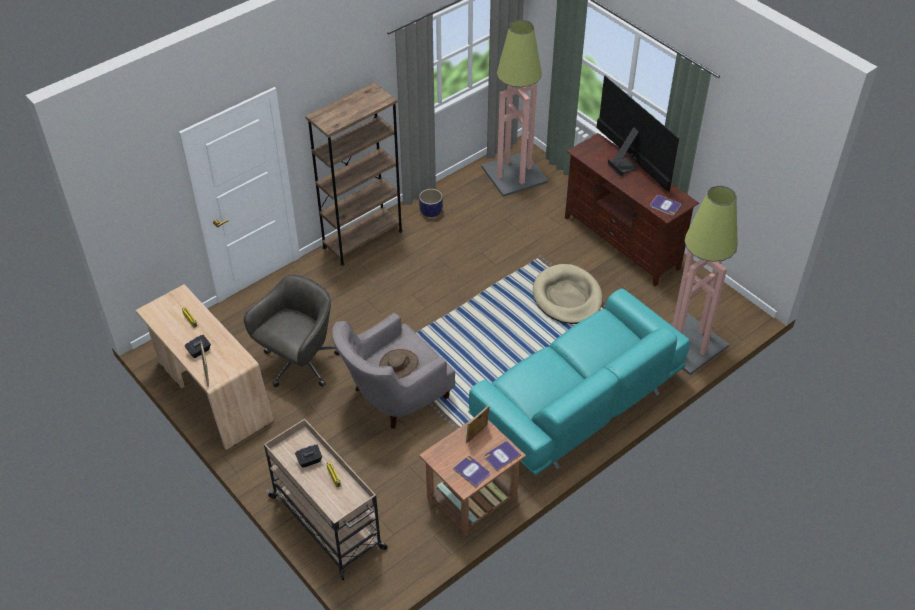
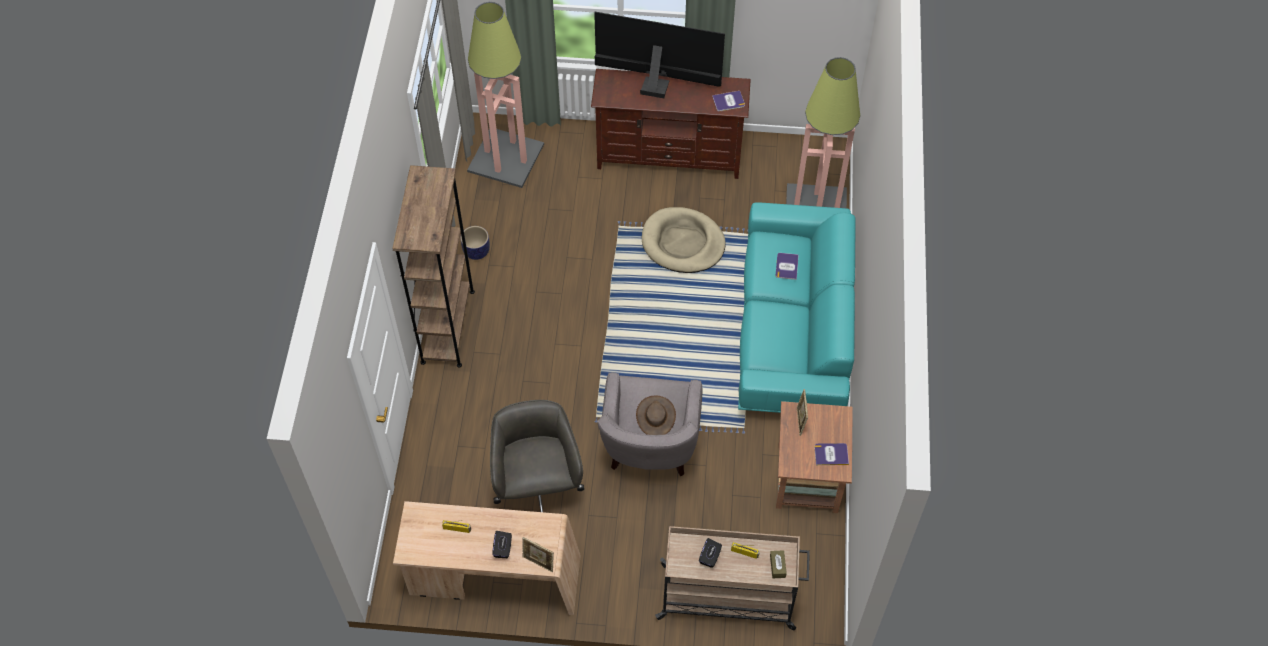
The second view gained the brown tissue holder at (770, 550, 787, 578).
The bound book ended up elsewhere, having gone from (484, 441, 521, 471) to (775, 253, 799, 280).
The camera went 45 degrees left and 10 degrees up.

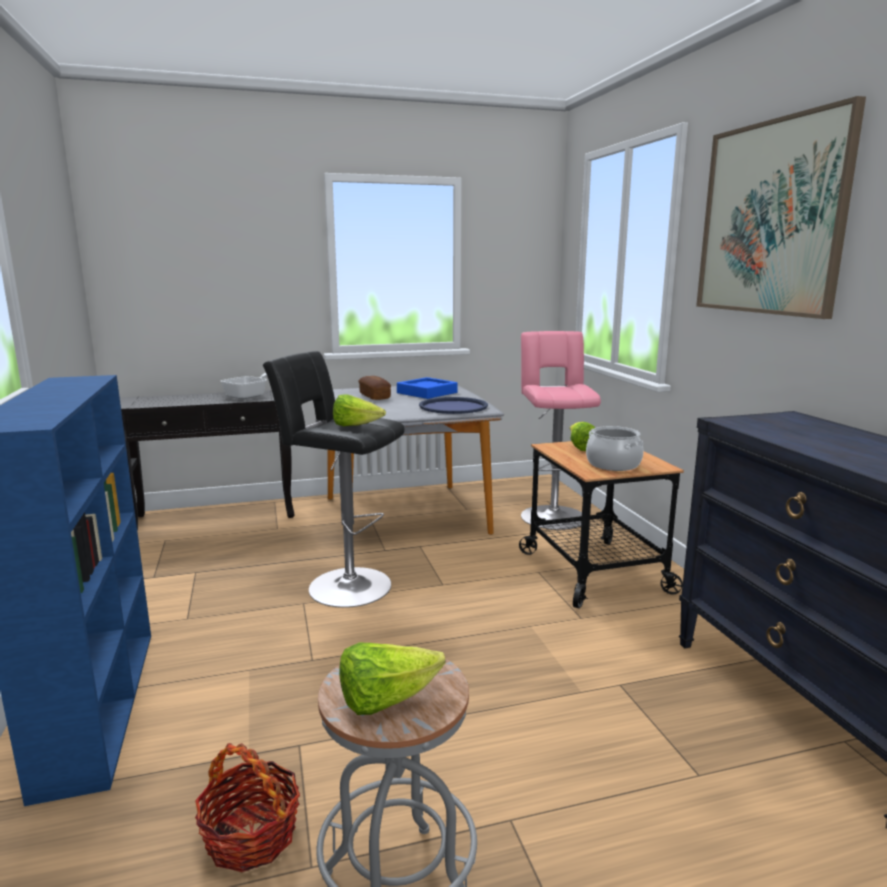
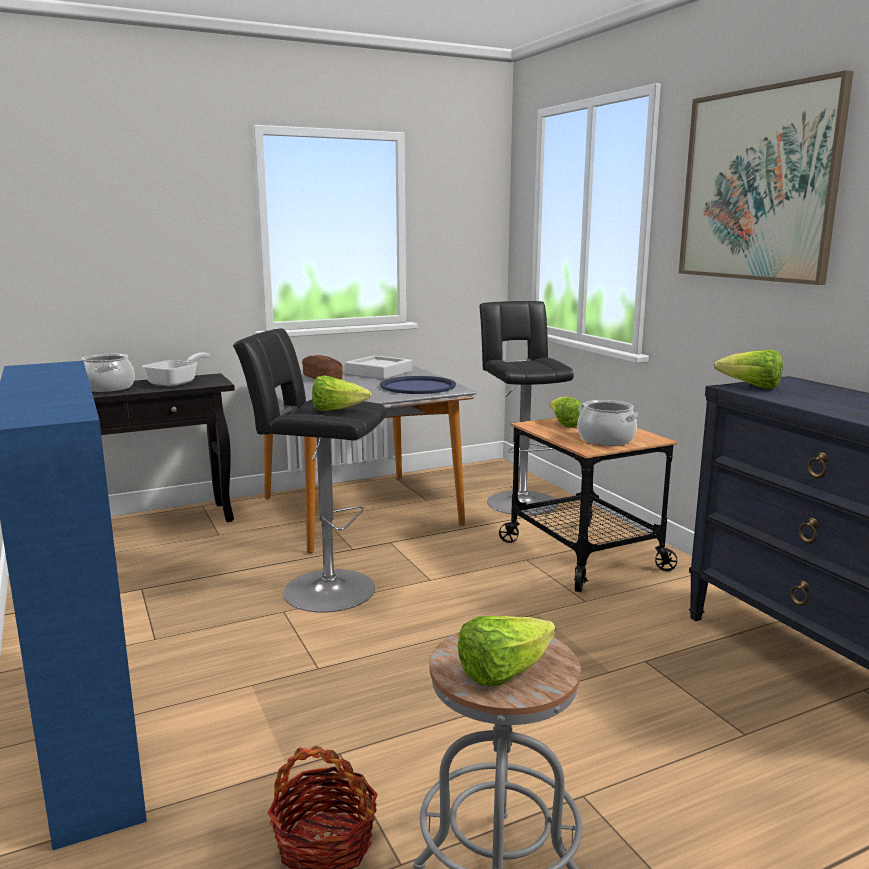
The second view gained the saucepot at (81, 354, 135, 392).
What was the blue carrying tray at (397, 377, 458, 399) turned into the greyish carrying tray at (345, 355, 412, 379).
What was the pink-coloured sitting stool at (521, 331, 601, 530) turned into the black sitting stool at (480, 301, 574, 515).
The second view gained the lettuce at (714, 349, 783, 389).
The camera went 10 degrees left and 0 degrees up.

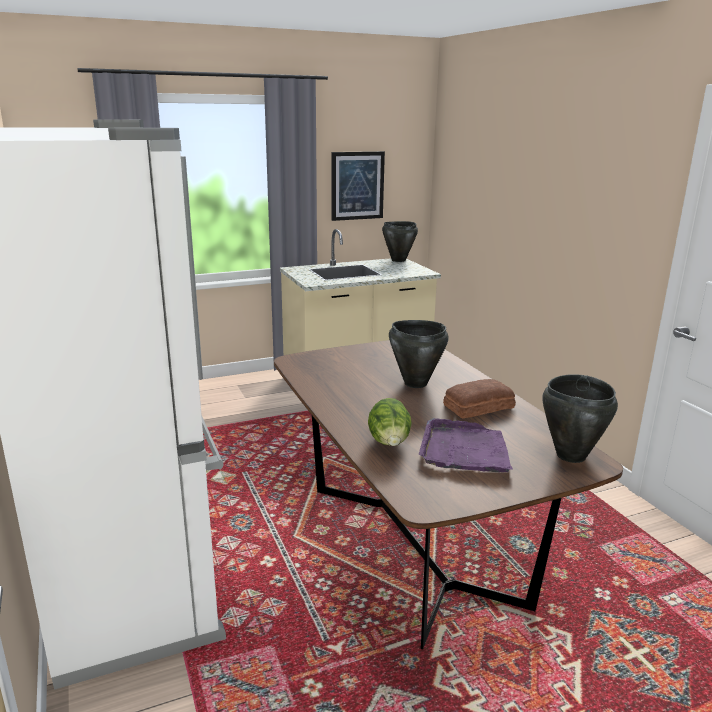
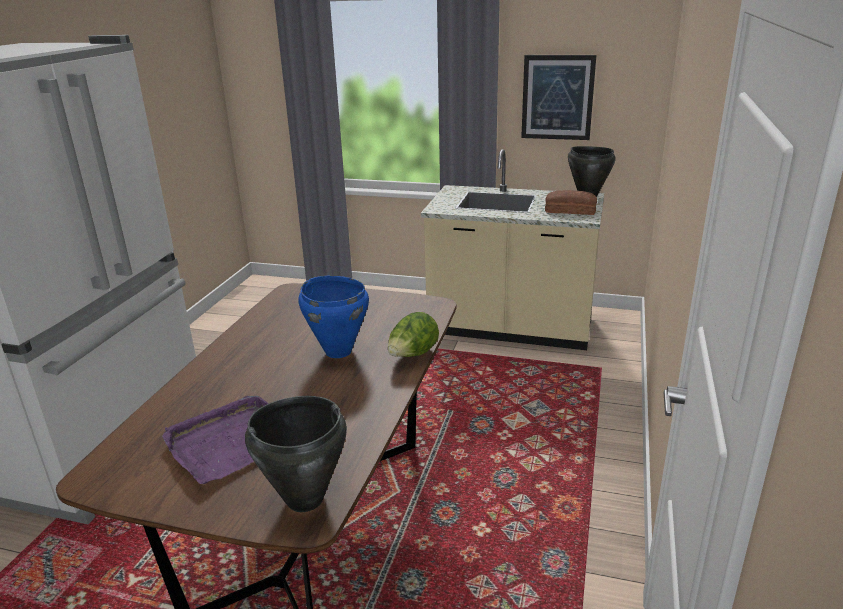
What was the black saucepot at (389, 320, 449, 388) turned into the blue saucepot at (298, 276, 369, 358).
The lettuce ended up elsewhere, having gone from (368, 398, 412, 446) to (388, 312, 439, 357).
The bread ended up elsewhere, having gone from (443, 379, 516, 418) to (545, 190, 597, 215).
The camera went 40 degrees right and 5 degrees up.

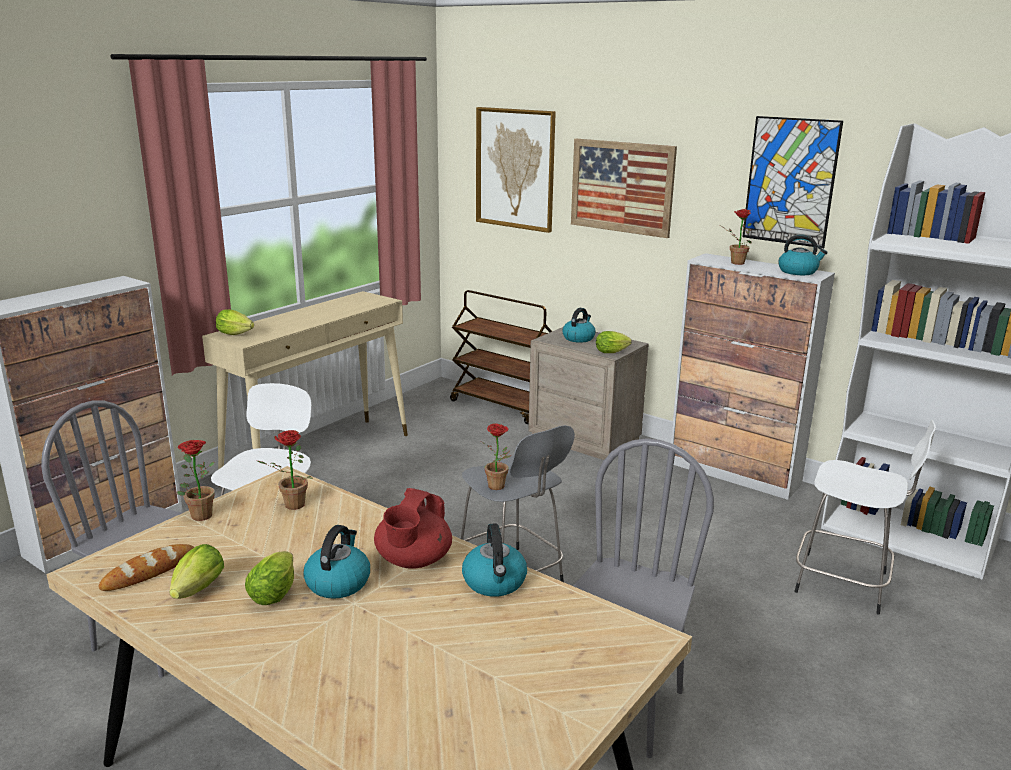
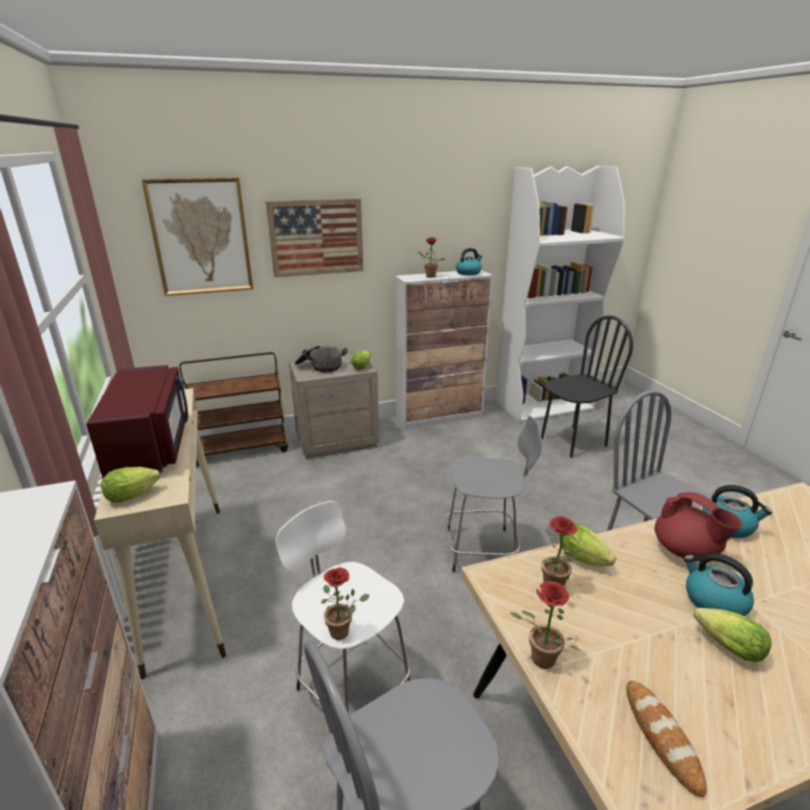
The second view gained the red-coloured microwave at (86, 365, 188, 478).
Where the kettle stood at (562, 308, 596, 343), the saucepot came to stand at (295, 346, 348, 372).
The houseplant ended up elsewhere, having gone from (482, 423, 511, 490) to (321, 567, 370, 640).
Where the white-coloured sitting stool stood at (794, 420, 936, 615), the black plain chair came to stand at (541, 315, 633, 458).
The lettuce ended up elsewhere, having gone from (169, 544, 224, 599) to (562, 524, 616, 566).
The second view lost the wall picture at (742, 116, 843, 248).
The camera went 55 degrees left and 5 degrees up.

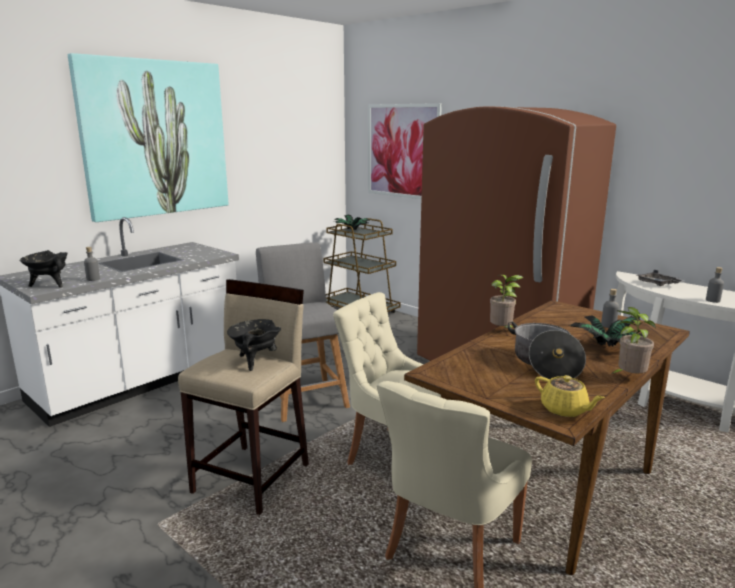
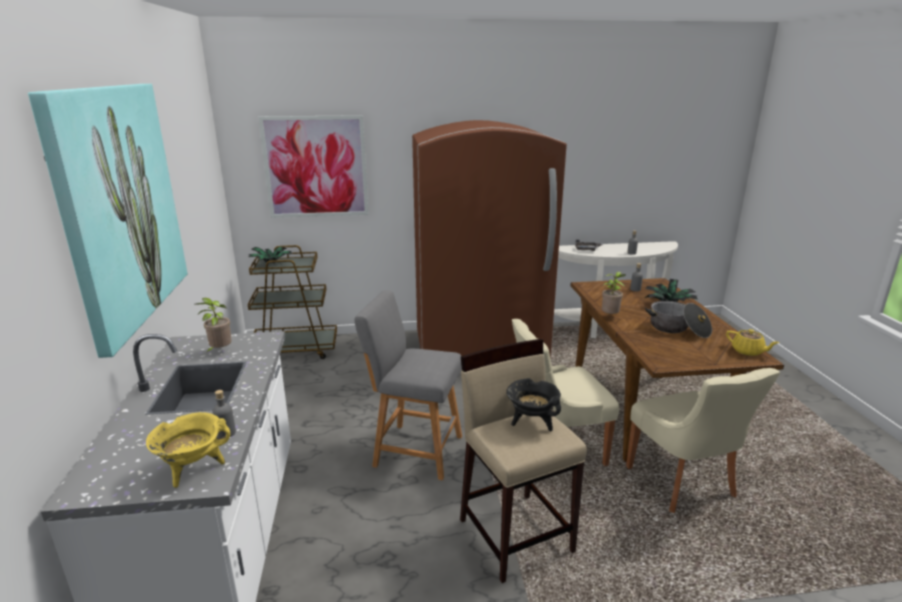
What was the black saucepot at (19, 250, 68, 287) turned into the yellow-coloured saucepot at (146, 412, 230, 488).
The houseplant ended up elsewhere, having gone from (611, 307, 656, 374) to (196, 298, 232, 354).
The yellow-coloured teapot at (535, 375, 605, 417) ended up facing another way, 45 degrees clockwise from before.
The camera went 50 degrees left and 5 degrees up.

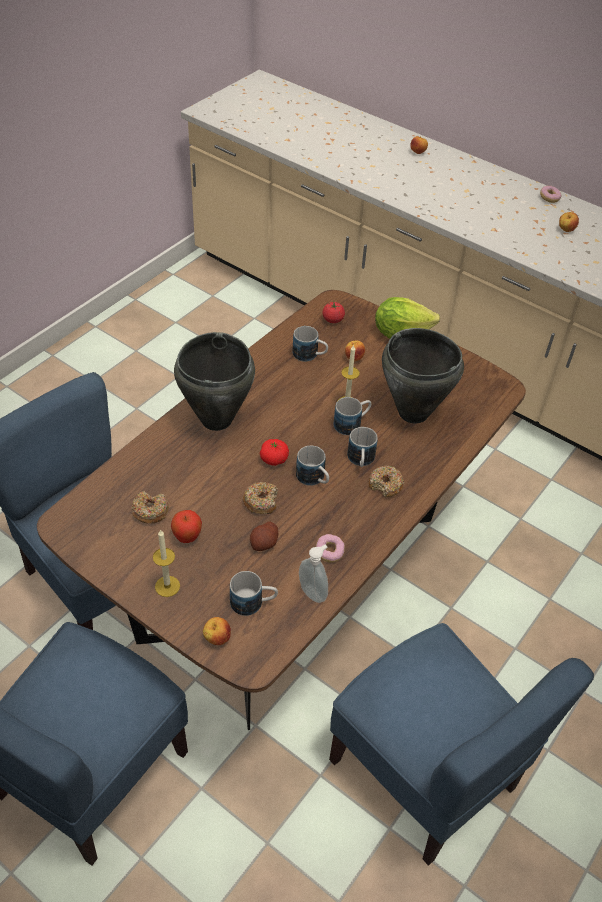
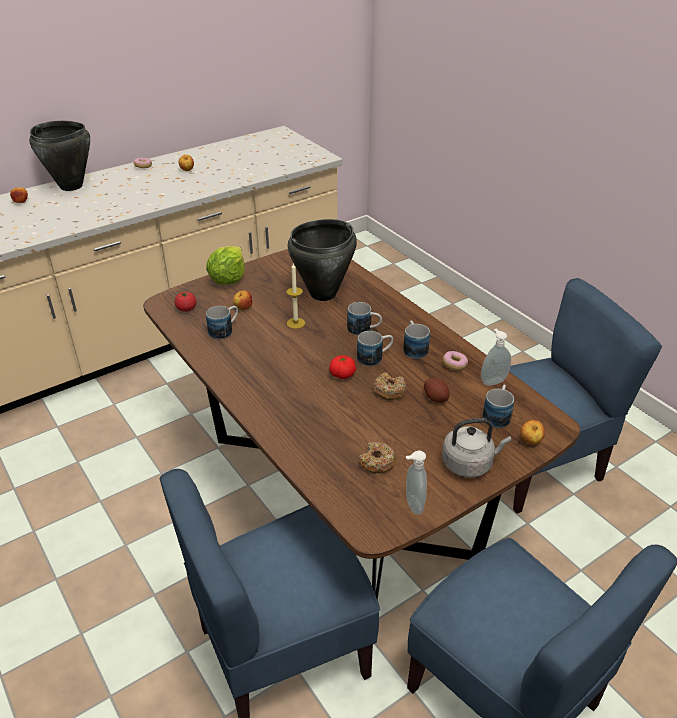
The black saucepot ended up elsewhere, having gone from (174, 332, 255, 431) to (29, 121, 90, 191).
The mug ended up elsewhere, having gone from (334, 397, 371, 435) to (403, 320, 430, 359).
The second view gained the soap bottle at (406, 451, 427, 515).
Where the wax candle stood at (153, 530, 180, 597), the greyish kettle came to stand at (442, 418, 511, 477).
The second view lost the apple fruit at (171, 510, 202, 543).
The second view lost the ring doughnut at (368, 465, 404, 497).
The camera went 70 degrees left and 10 degrees down.

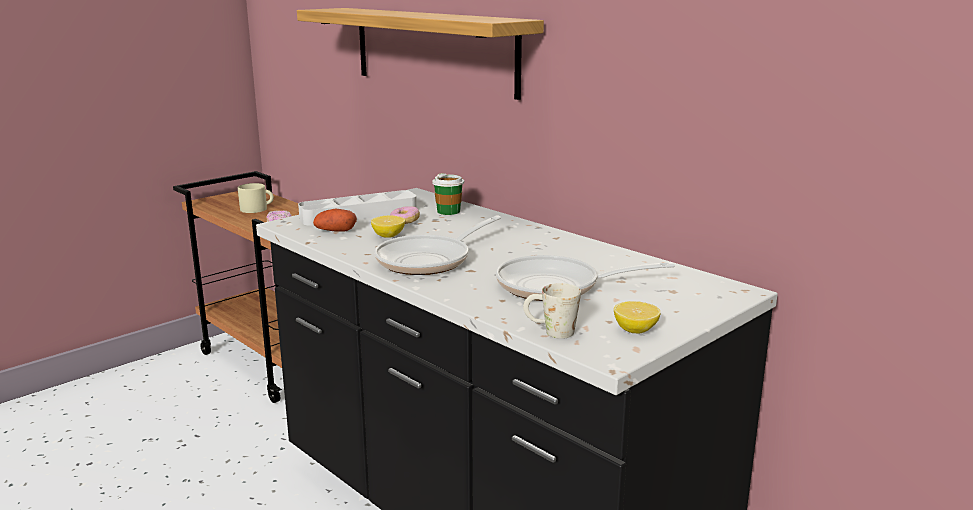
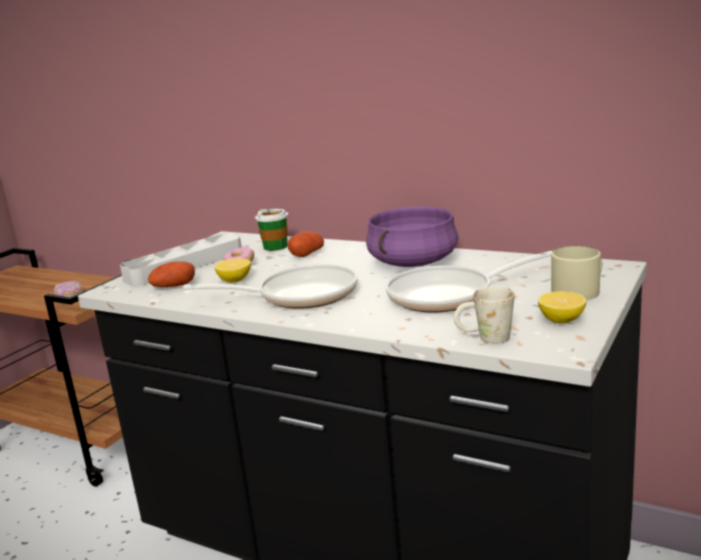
The pan at (374, 215, 501, 275) ended up facing another way, 120 degrees counterclockwise from before.
The second view gained the potato at (287, 231, 324, 257).
The second view gained the purple saucepot at (366, 206, 459, 267).
The beige-coloured mug ended up elsewhere, having gone from (238, 183, 274, 213) to (551, 246, 603, 301).
The second view lost the bracket shelf at (297, 8, 544, 100).
The camera went 15 degrees left and 0 degrees up.

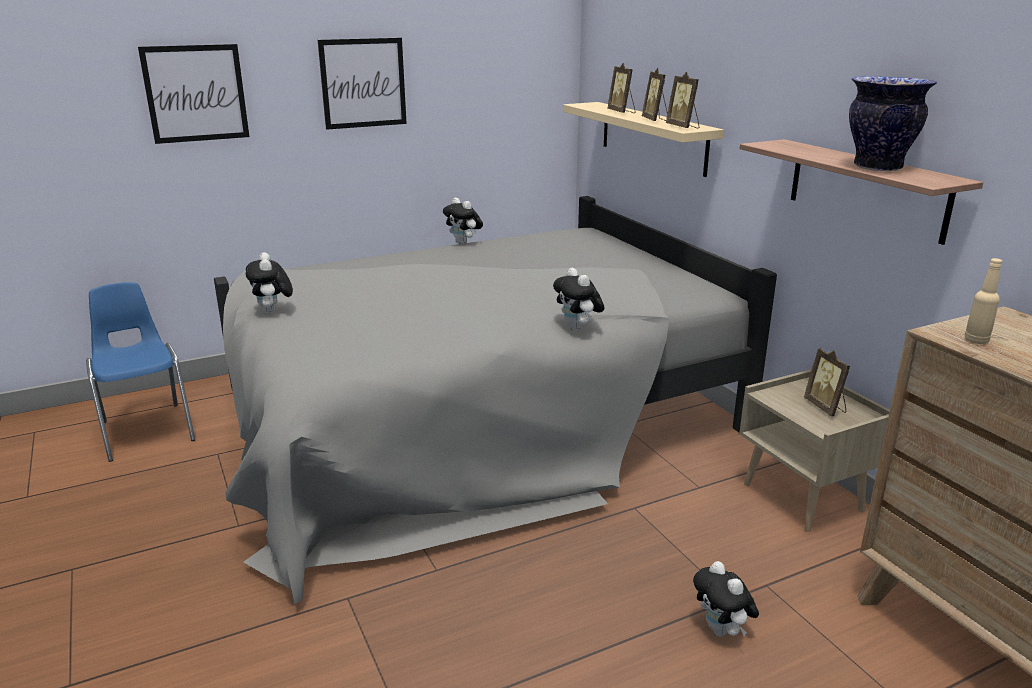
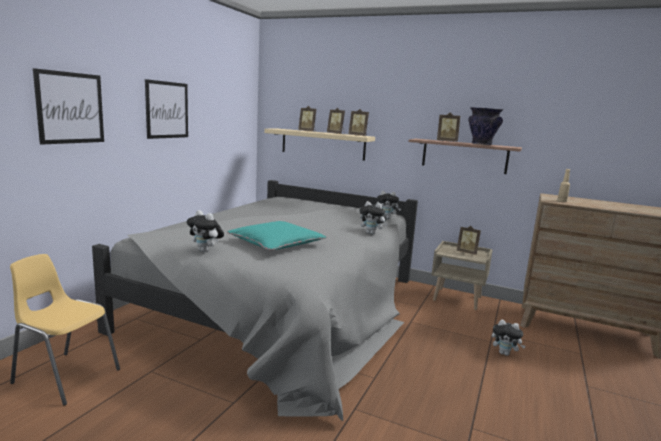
What was the blue plain chair at (86, 282, 195, 462) turned into the yellow-coloured plain chair at (10, 254, 120, 406).
The second view gained the turquoise pillow at (227, 221, 326, 250).
The cuddly toy ended up elsewhere, having gone from (443, 198, 483, 245) to (376, 191, 401, 219).
The second view gained the photo frame at (437, 112, 460, 142).
The camera went 40 degrees left and 10 degrees down.

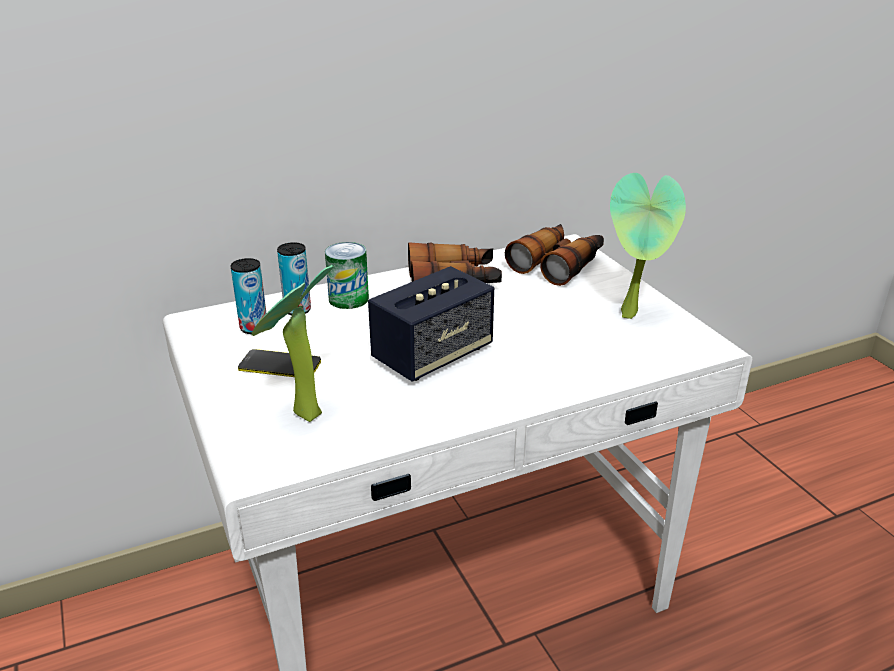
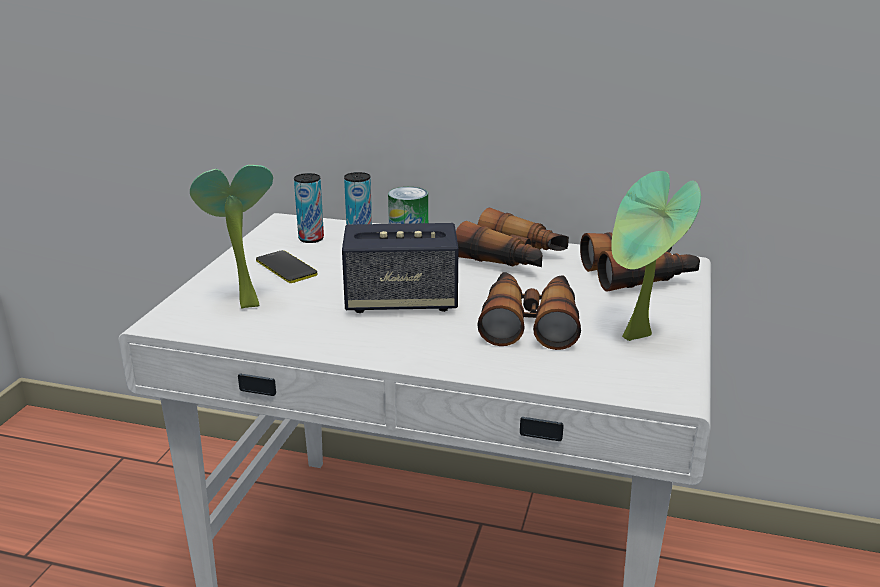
The second view gained the pair of binoculars at (477, 272, 581, 350).
The camera went 40 degrees right and 5 degrees down.

